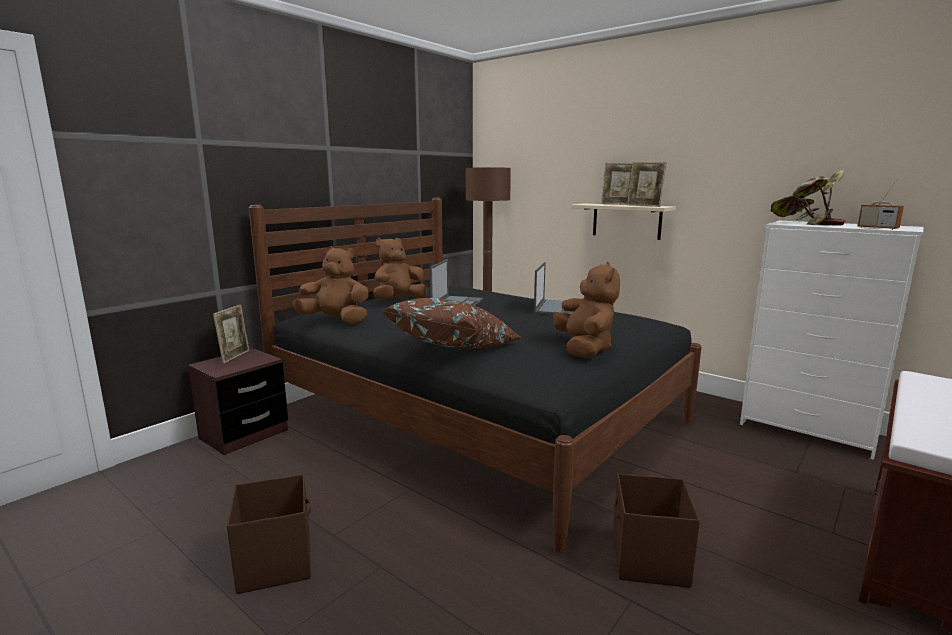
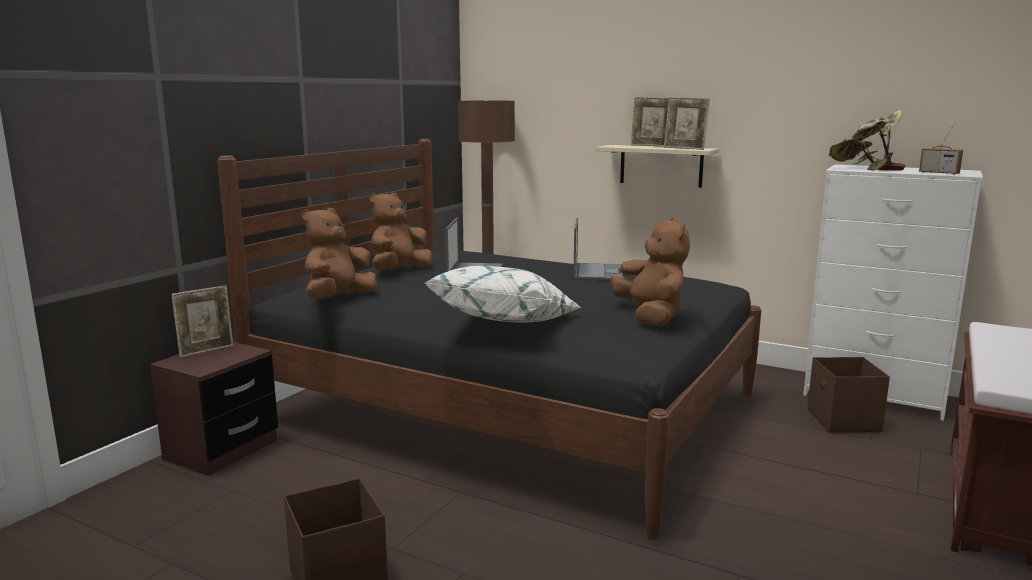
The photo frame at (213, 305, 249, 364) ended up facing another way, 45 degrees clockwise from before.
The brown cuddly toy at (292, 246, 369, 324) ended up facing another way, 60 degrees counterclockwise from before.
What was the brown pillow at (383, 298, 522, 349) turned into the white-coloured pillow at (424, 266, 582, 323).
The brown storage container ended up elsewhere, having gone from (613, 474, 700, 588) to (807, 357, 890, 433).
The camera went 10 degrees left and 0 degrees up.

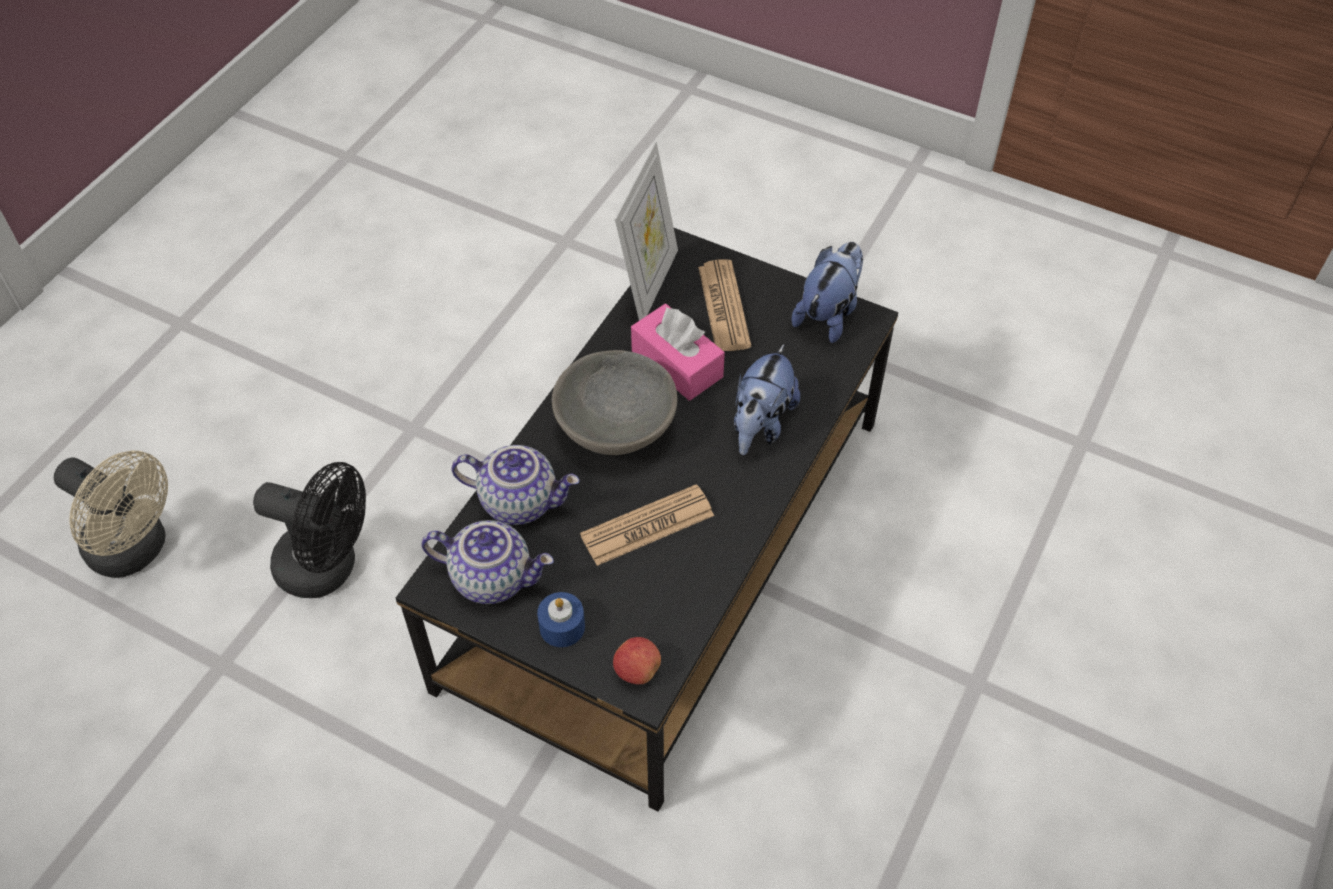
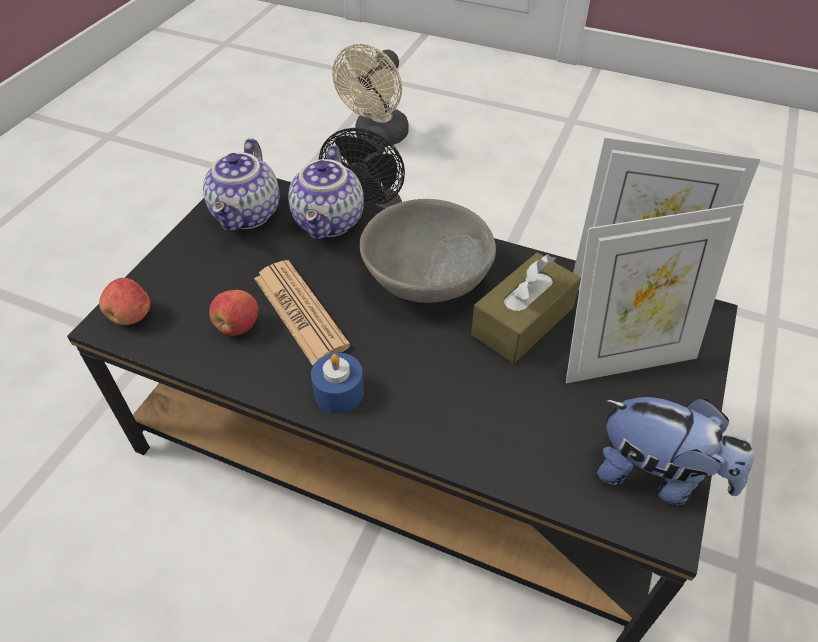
The second view gained the apple fruit at (209, 290, 258, 335).
The blue wax candle ended up elsewhere, having gone from (537, 592, 585, 647) to (311, 353, 364, 413).
What was the pink-coloured tissue holder at (631, 304, 725, 401) turned into the brown tissue holder at (471, 252, 581, 363).
Where the printed paper stood at (698, 259, 751, 351), the photo frame came to stand at (566, 204, 744, 383).
The second view lost the cuddly toy at (734, 344, 800, 455).
The camera went 85 degrees right and 5 degrees down.

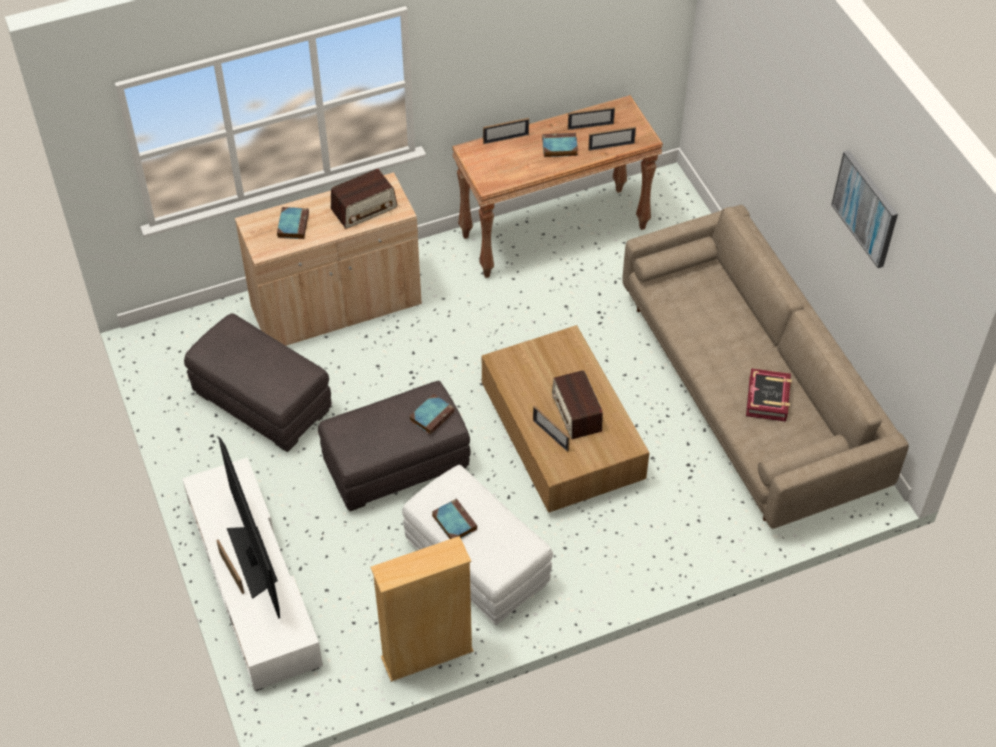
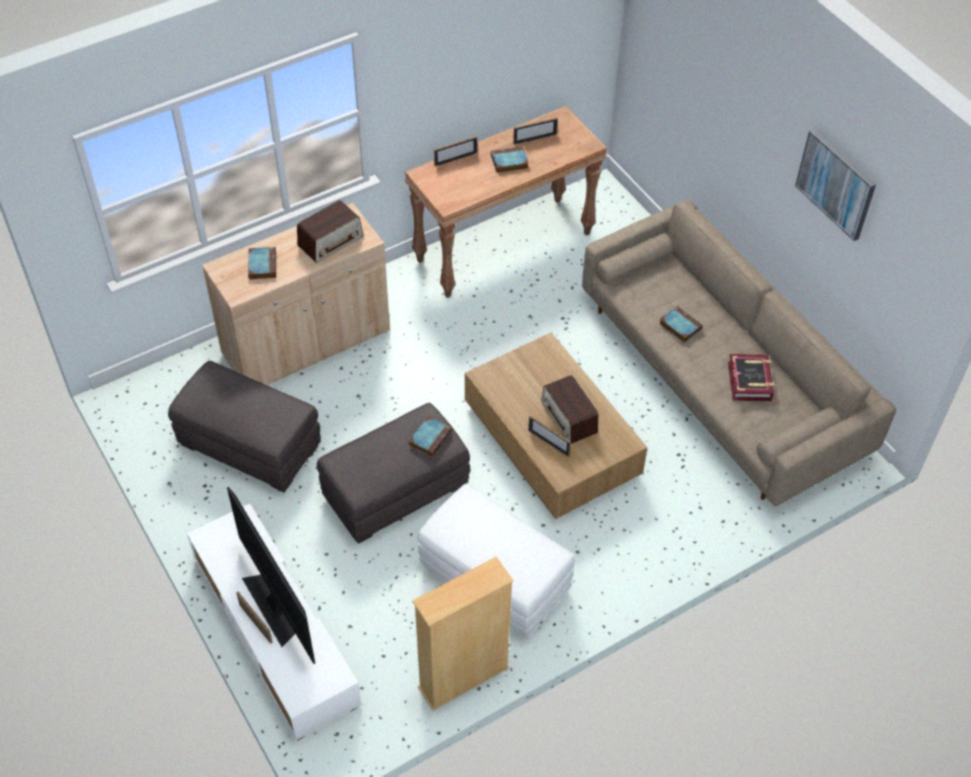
The bound book ended up elsewhere, having gone from (432, 499, 477, 539) to (659, 306, 703, 343).
The second view lost the photo frame at (588, 126, 636, 151).
The camera went 10 degrees left and 0 degrees up.

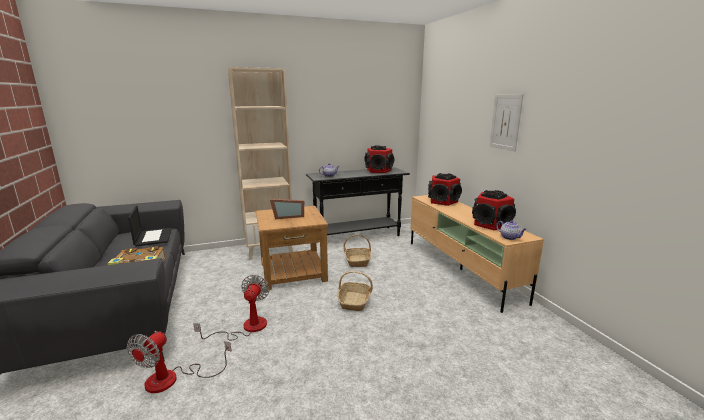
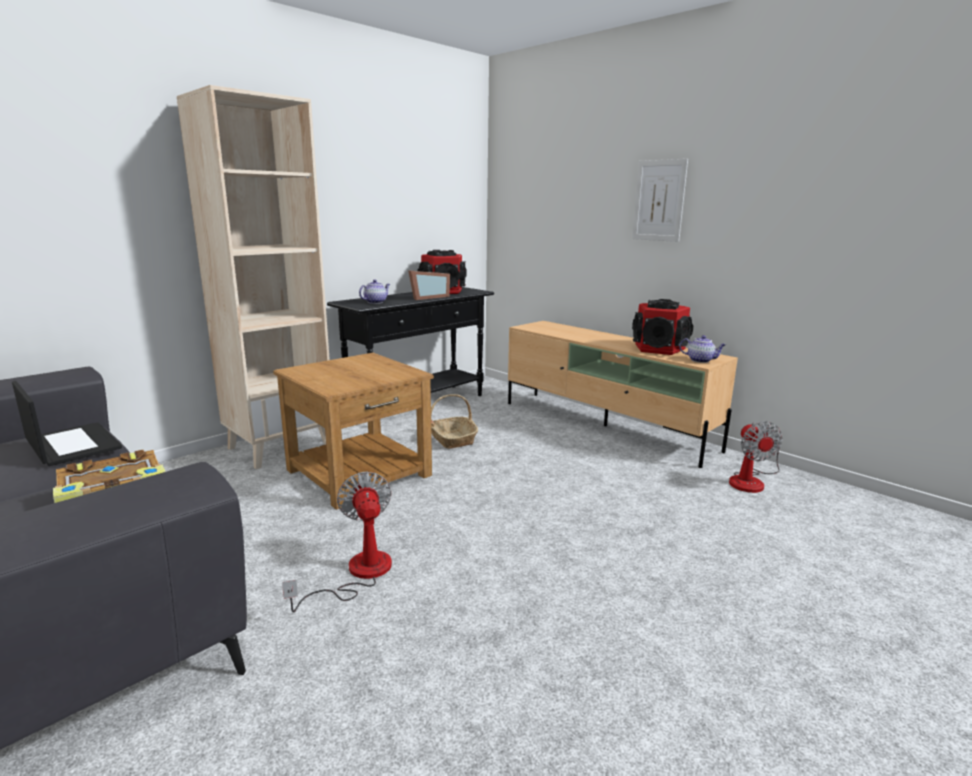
The photo frame ended up elsewhere, having gone from (270, 199, 304, 219) to (408, 270, 450, 300).
The electric fan ended up elsewhere, having gone from (127, 331, 231, 393) to (729, 421, 783, 493).
The second view lost the storage basket at (338, 271, 373, 311).
The second view lost the speaker at (428, 173, 462, 206).
The camera went 25 degrees left and 0 degrees up.

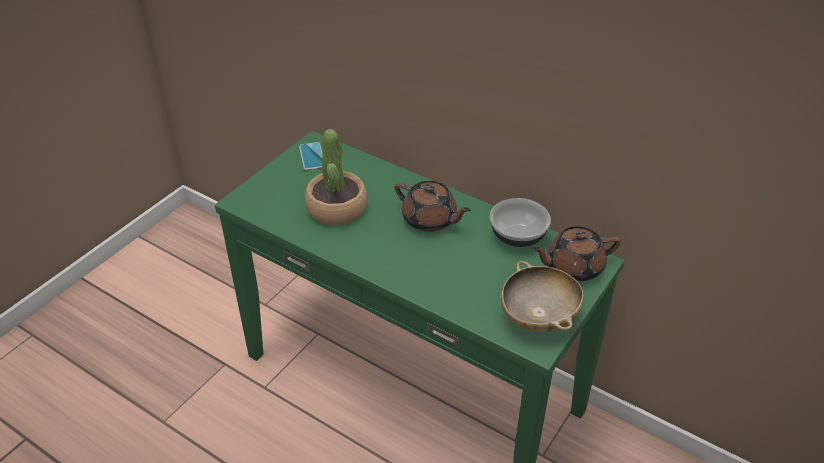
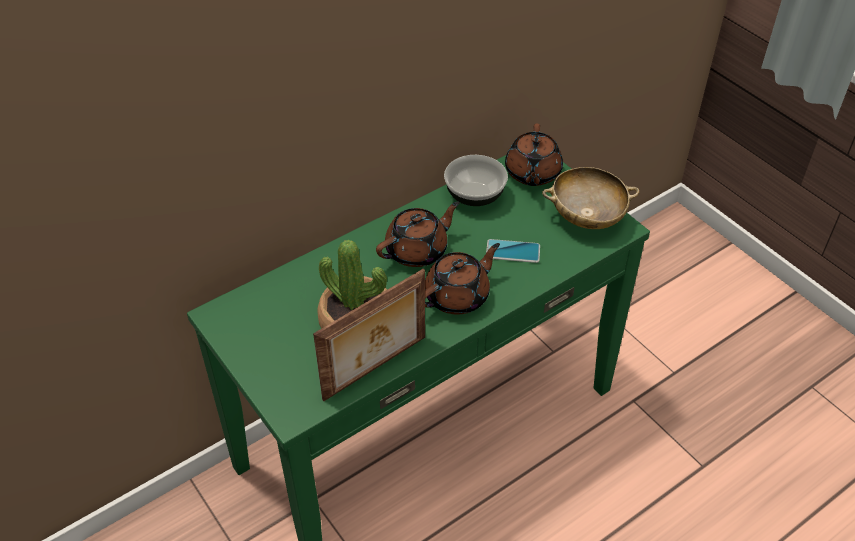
The second view gained the photo frame at (313, 269, 425, 401).
The second view gained the brown teapot at (425, 243, 500, 314).
The telephone ended up elsewhere, having gone from (299, 142, 322, 170) to (486, 239, 540, 263).
The camera went 70 degrees left and 5 degrees up.

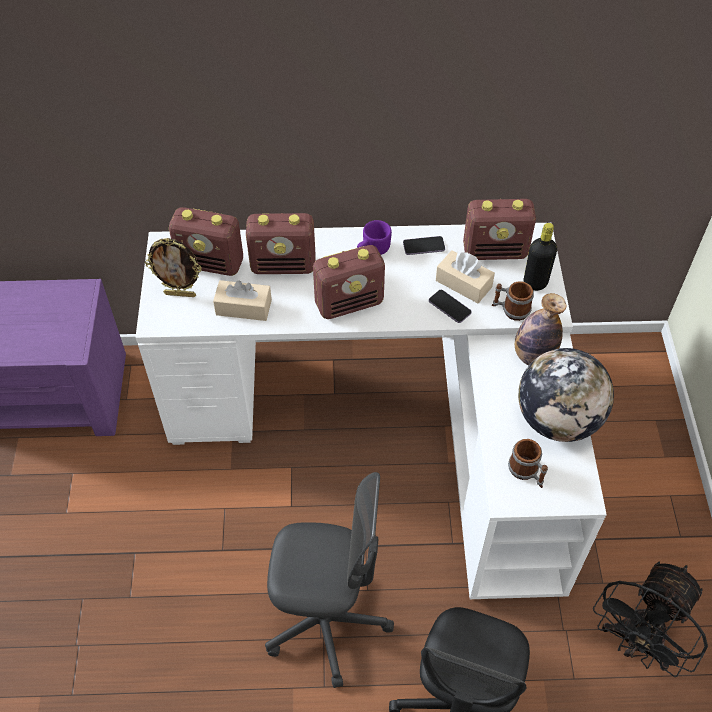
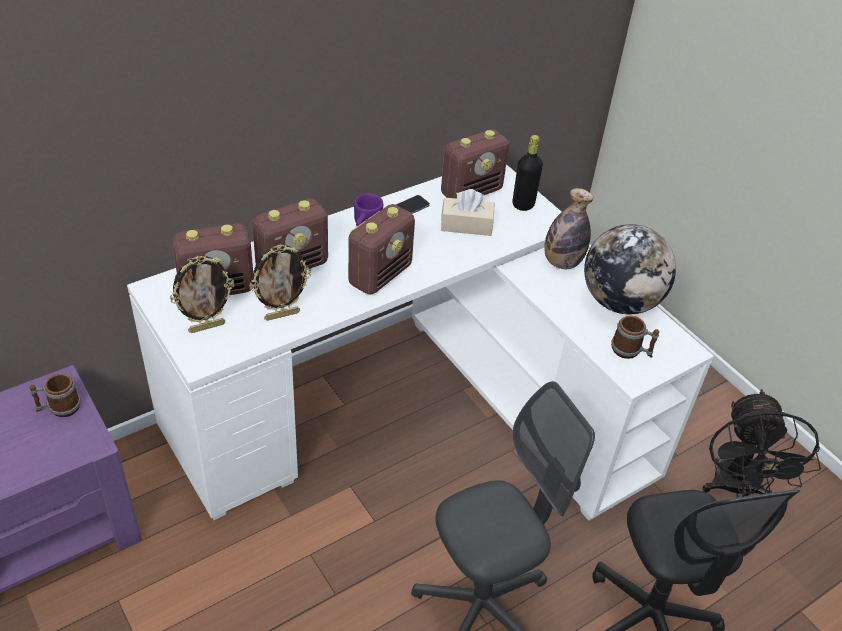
The mug ended up elsewhere, having gone from (492, 281, 534, 321) to (29, 374, 81, 417).
Where the beige-coloured tissue holder stood at (213, 280, 272, 321), the photo frame came to stand at (249, 244, 311, 321).
The second view lost the telephone at (429, 290, 472, 323).
The camera went 35 degrees left and 10 degrees down.

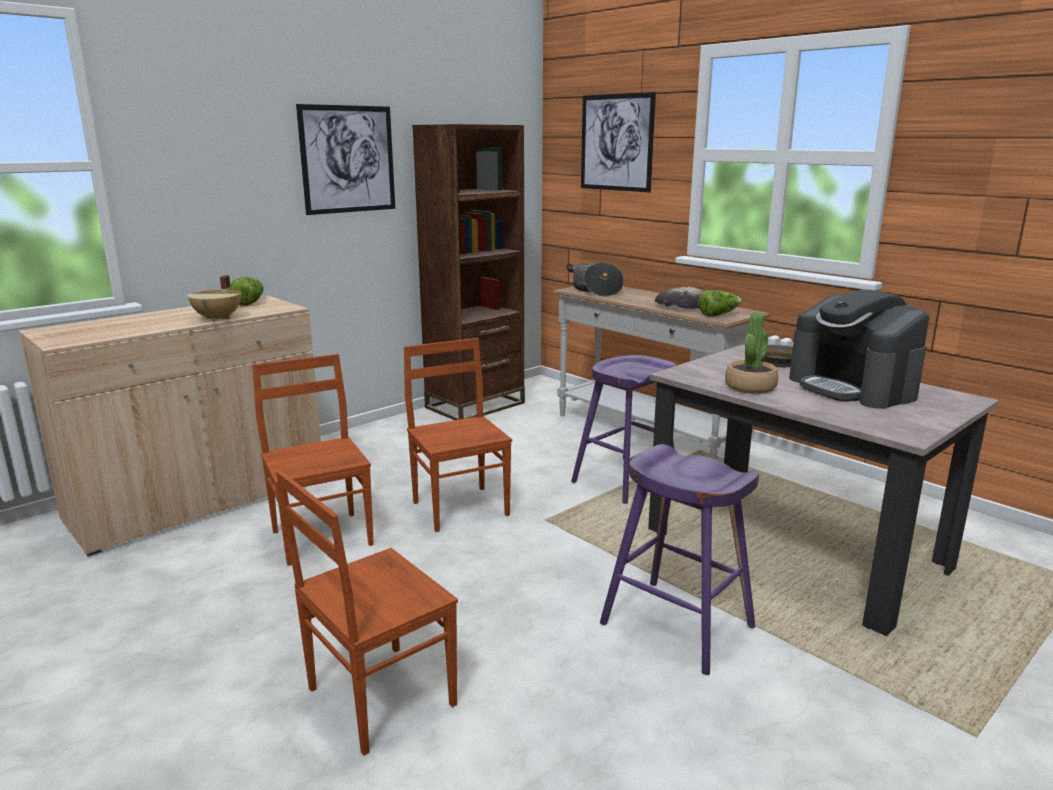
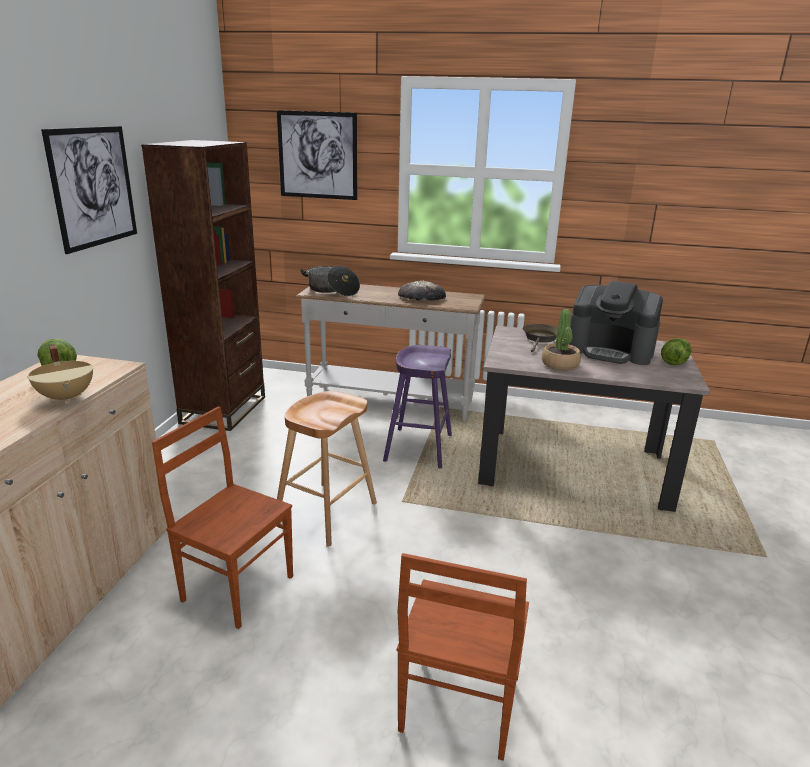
Where the brown plain chair stood at (404, 338, 512, 532), the brown sitting stool came to stand at (277, 391, 377, 546).
The lettuce ended up elsewhere, having gone from (698, 290, 742, 317) to (661, 339, 692, 365).
The second view lost the purple sitting stool at (600, 444, 759, 675).
The camera went 35 degrees left and 5 degrees up.

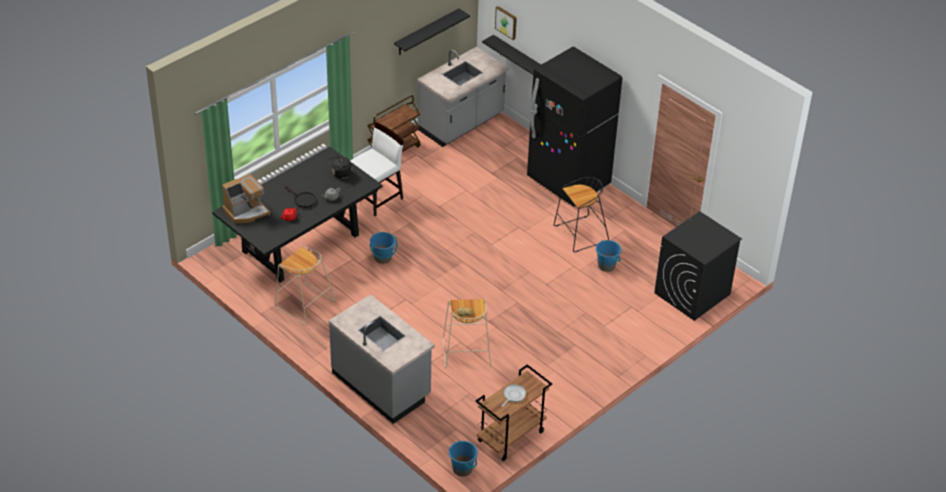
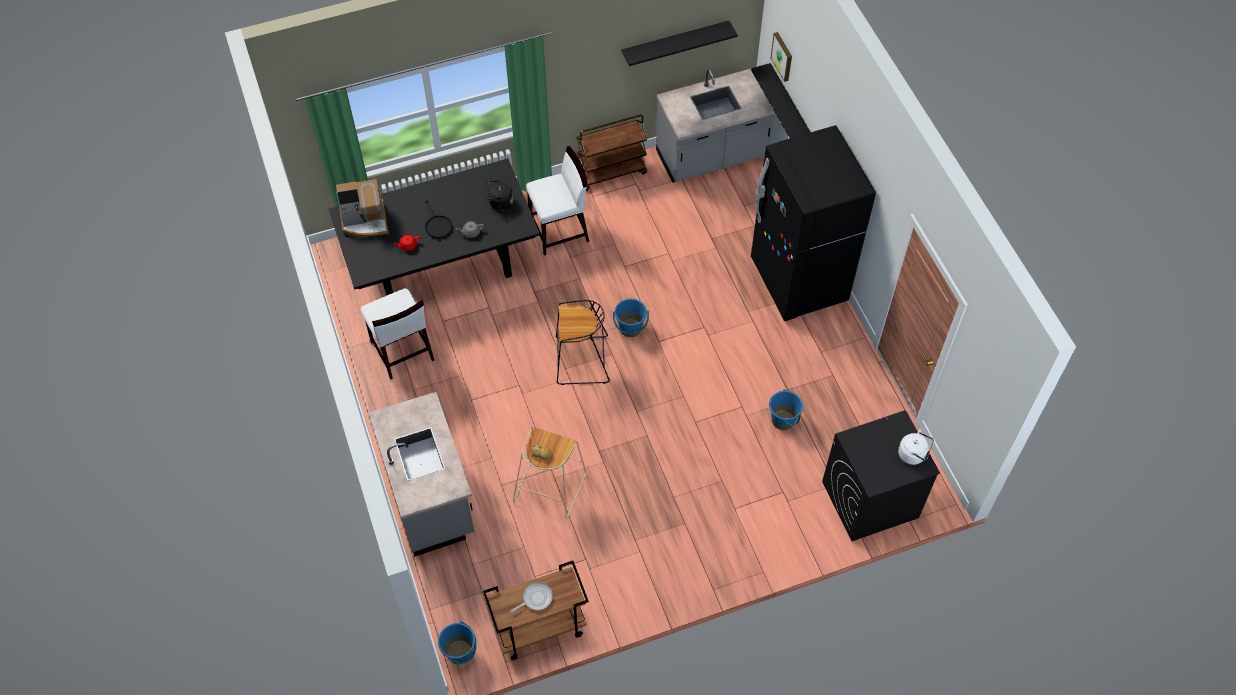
Where the beige-coloured sitting stool stood at (275, 246, 336, 325), the white-coloured plain chair came to stand at (361, 288, 434, 380).
The black sitting stool ended up elsewhere, having gone from (554, 177, 609, 252) to (556, 300, 610, 385).
The blue pail ended up elsewhere, having gone from (369, 232, 397, 264) to (613, 299, 649, 337).
The second view gained the white-coloured kettle at (898, 429, 934, 465).
The camera went 25 degrees right and 15 degrees up.

